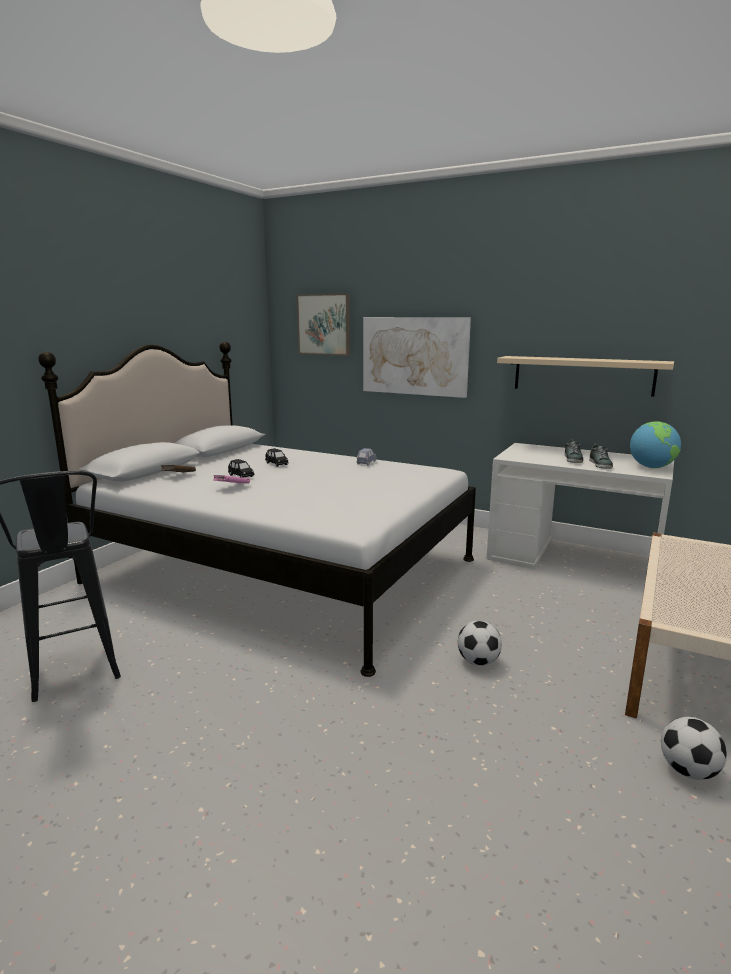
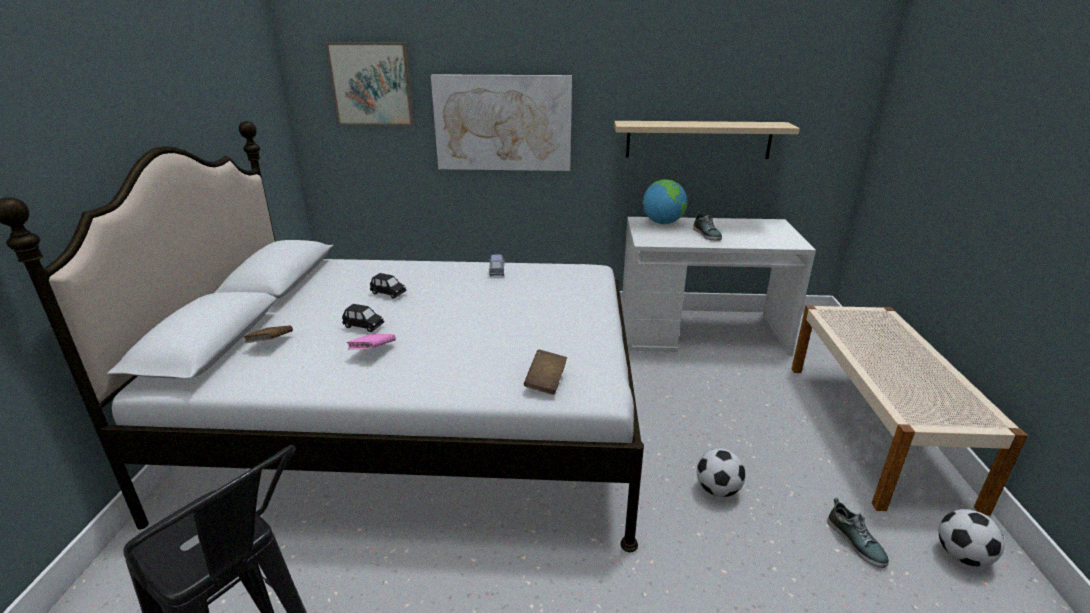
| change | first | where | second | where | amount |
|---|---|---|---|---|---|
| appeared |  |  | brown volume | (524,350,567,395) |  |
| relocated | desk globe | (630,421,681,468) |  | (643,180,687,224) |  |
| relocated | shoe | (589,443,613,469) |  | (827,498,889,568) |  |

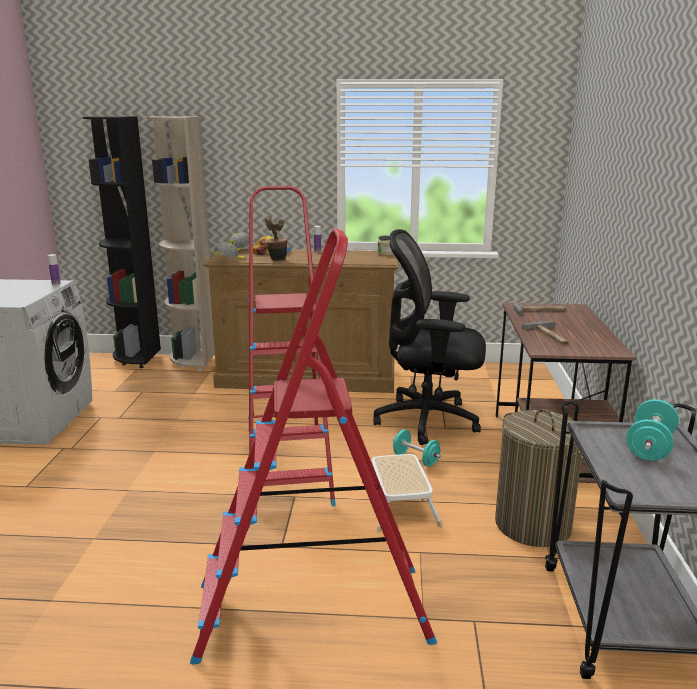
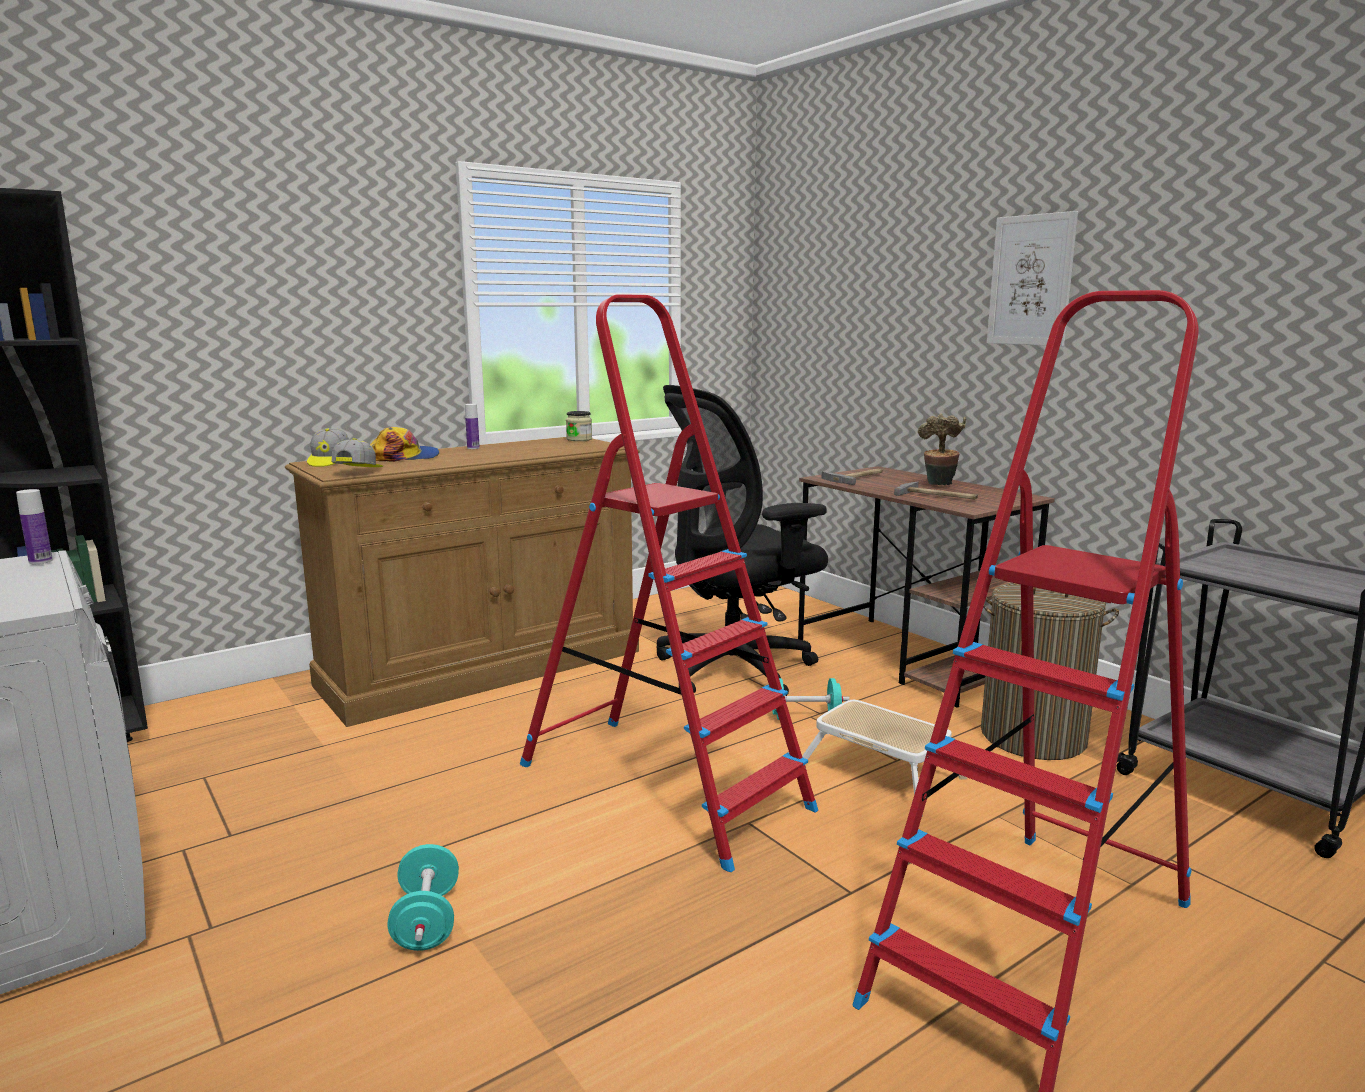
| change | first | where | second | where | amount |
|---|---|---|---|---|---|
| relocated | turquoise hand weight | (626,399,679,461) |  | (388,844,459,951) |  |
| relocated | plant in a pot | (265,215,287,261) |  | (918,413,966,485) |  |
| appeared |  |  | wall picture | (987,211,1078,346) |  |
| missing | beige shelving unit | (147,116,215,371) |  |  |  |

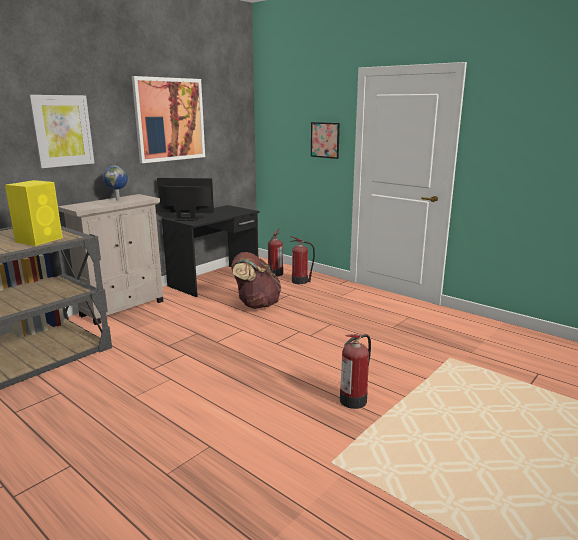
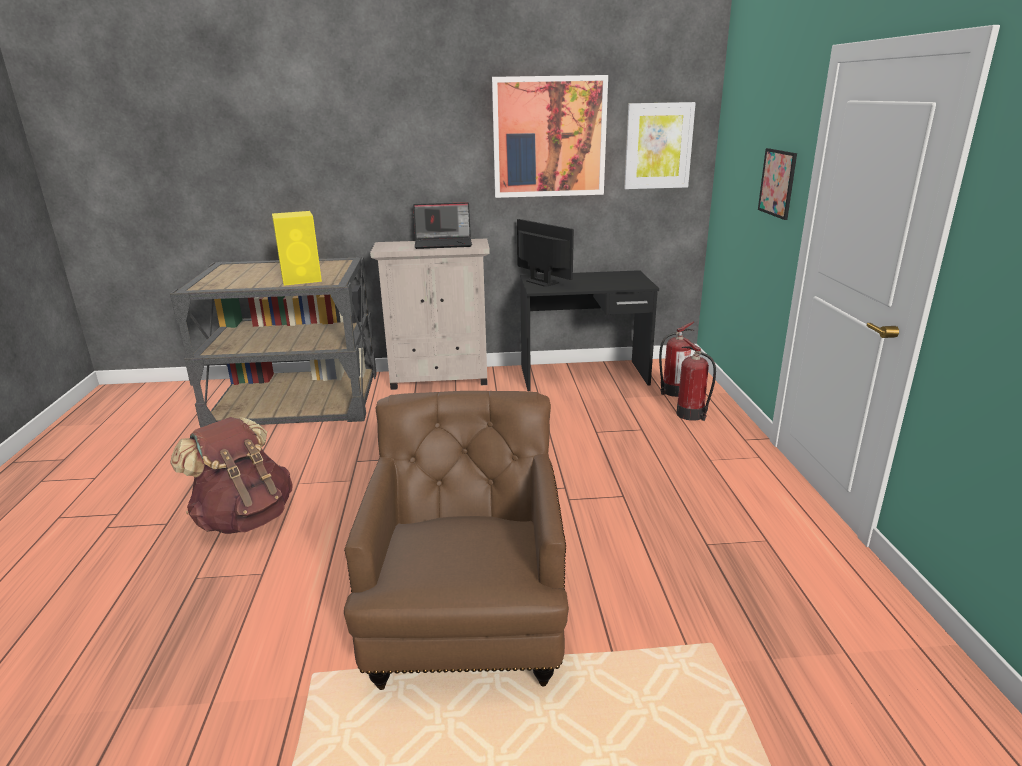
| change | first | where | second | where | amount |
|---|---|---|---|---|---|
| relocated | brown rucksack | (231,252,281,309) |  | (170,417,292,534) |  |
| exchanged | extinguisher | (340,334,371,409) | brown easy chair | (344,391,569,690) |  |
| exchanged | desk globe | (103,166,128,201) | portable computer | (413,202,472,249) |  |
| relocated | wall picture | (29,95,94,168) |  | (624,102,696,189) |  |

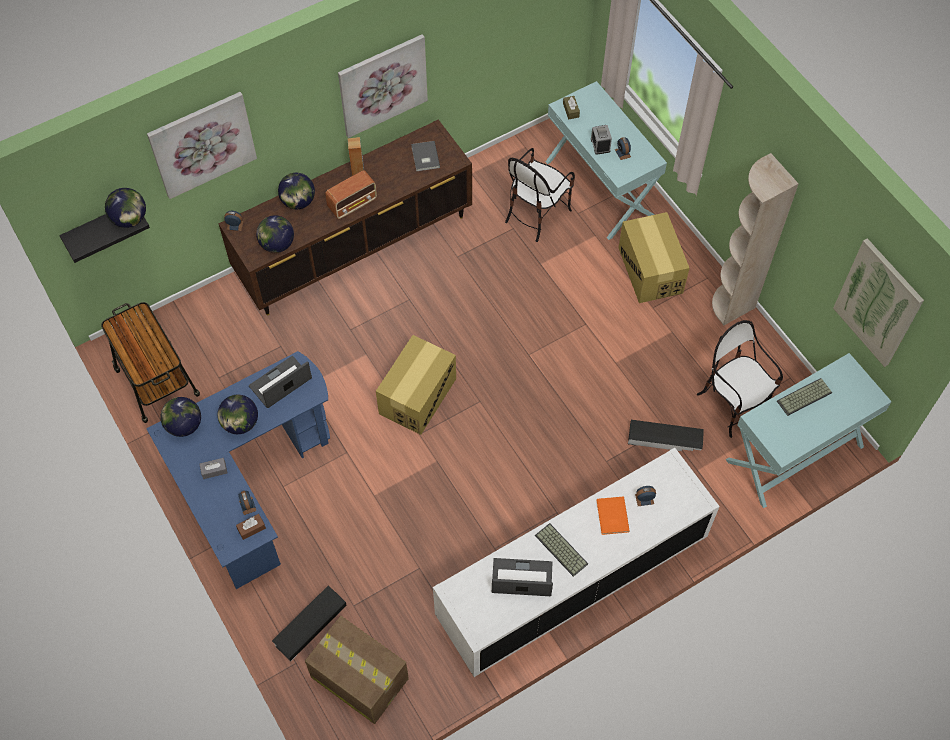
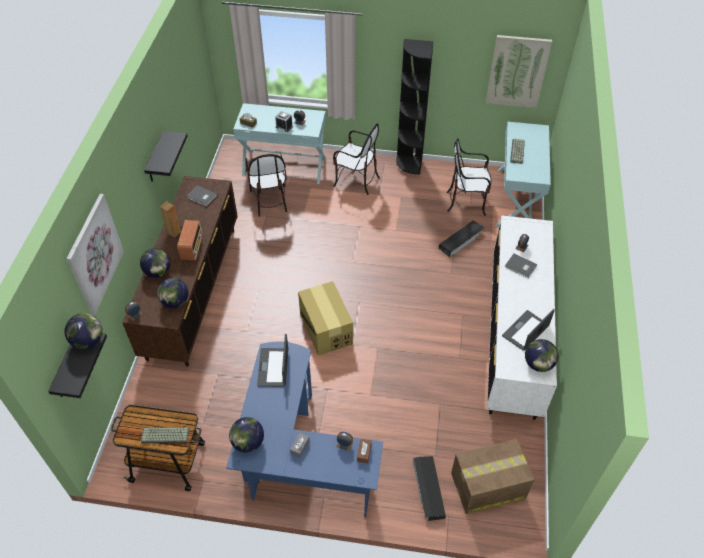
| change | first | where | second | where | amount |
|---|---|---|---|---|---|
| relocated | keyboard | (535,523,588,577) |  | (140,427,190,443) |  |
| exchanged | wall picture | (338,34,428,138) | black bracket shelf | (144,131,187,182) |  |
| exchanged | packing box | (618,212,690,303) | chair | (333,123,380,195) |  |
| colour | beige shelving unit | (712,153,799,325) | black shelving unit | (396,39,434,175) |  |
| colour | orange volume | (597,496,630,535) | gray volume | (505,254,537,278) |  |
| relocated | desk globe | (218,395,258,434) |  | (525,339,558,372) |  |

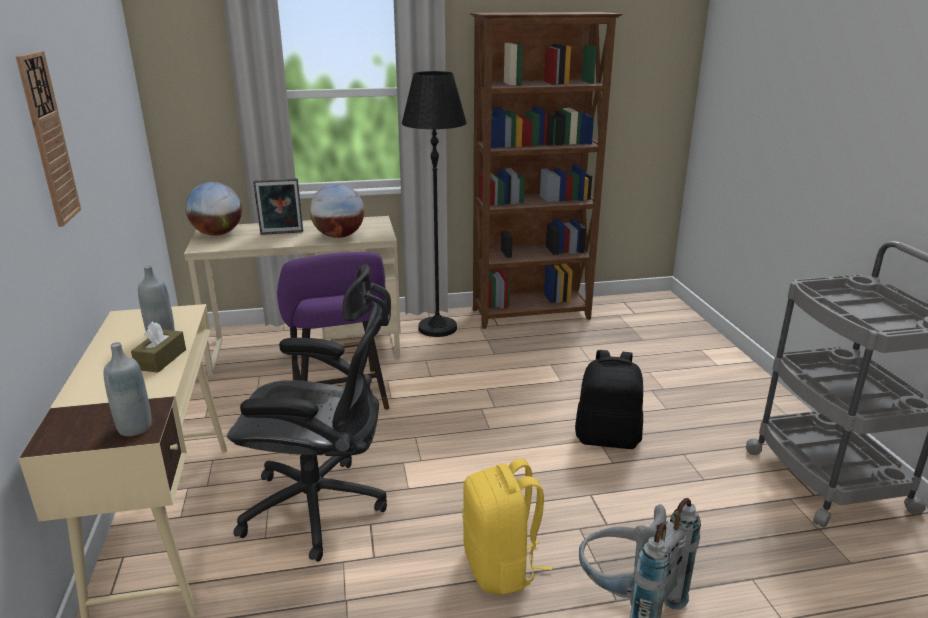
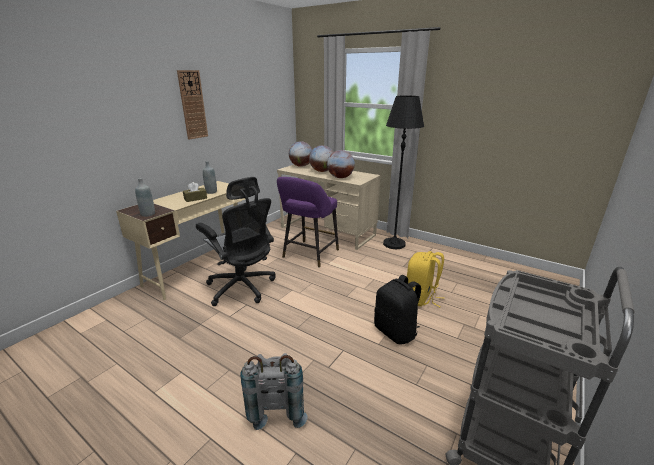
| change | first | where | second | where | amount |
|---|---|---|---|---|---|
| exchanged | standing frame | (253,178,303,235) | desk globe | (309,145,333,172) |  |
| relocated | yellow rucksack | (462,458,552,595) |  | (407,251,445,307) |  |
| missing | brown shelving unit | (470,12,623,329) |  |  |  |

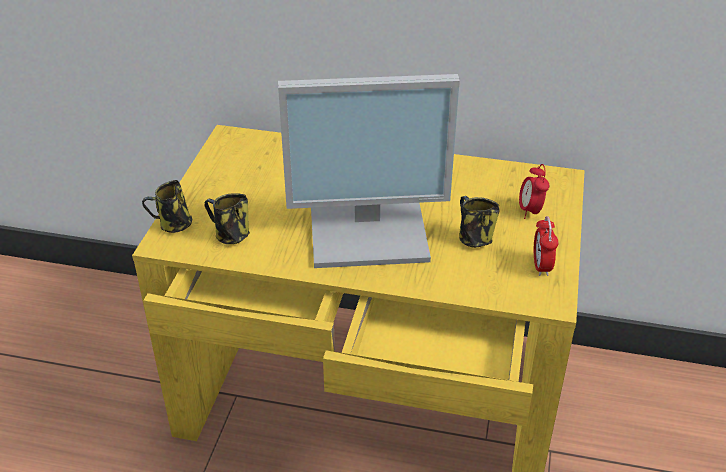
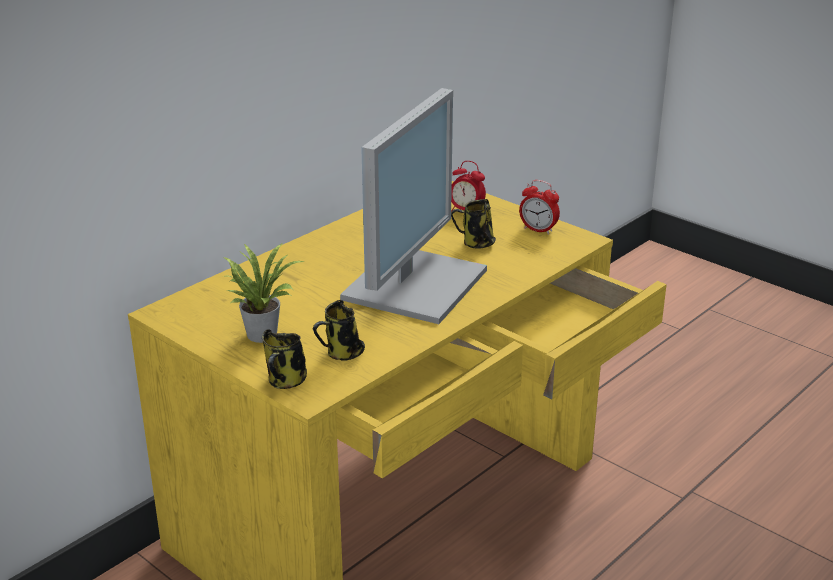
| change | first | where | second | where | amount |
|---|---|---|---|---|---|
| appeared |  |  | plant in a pot | (222,243,304,343) |  |

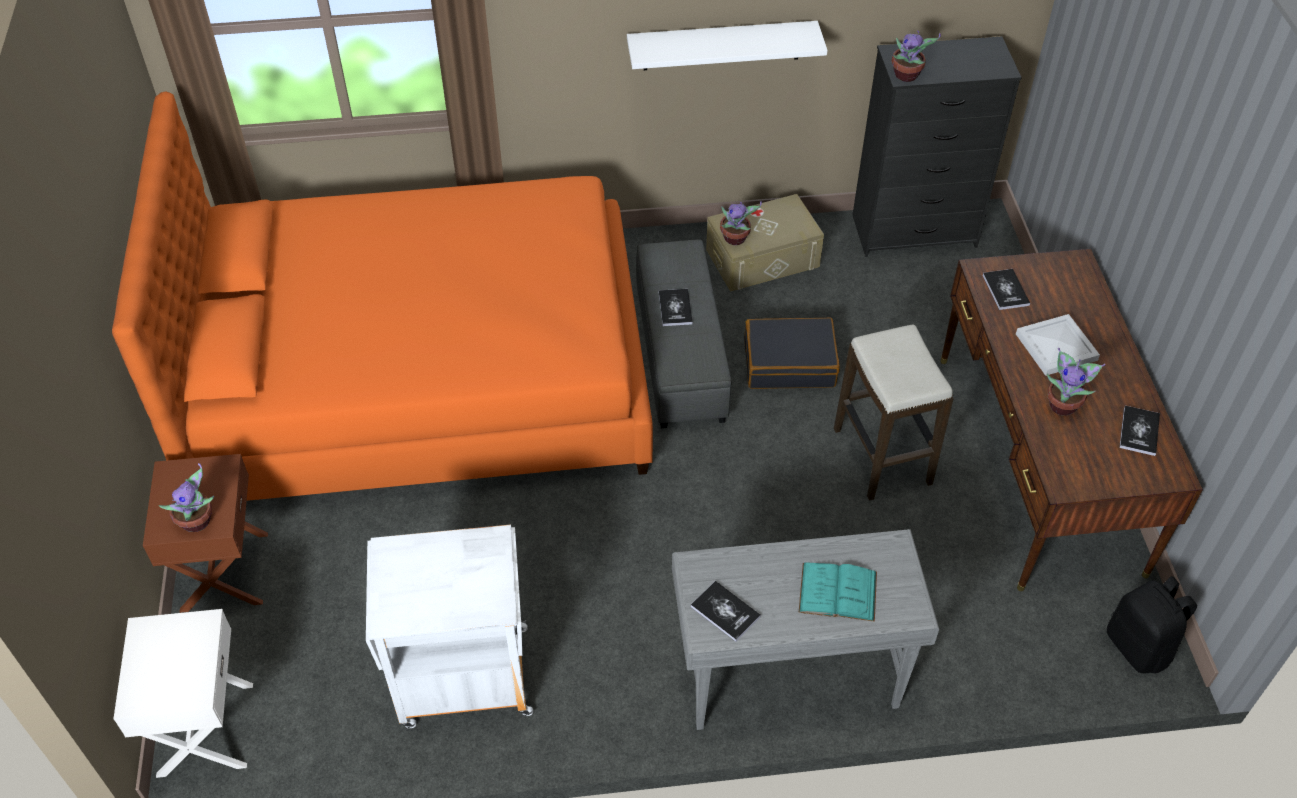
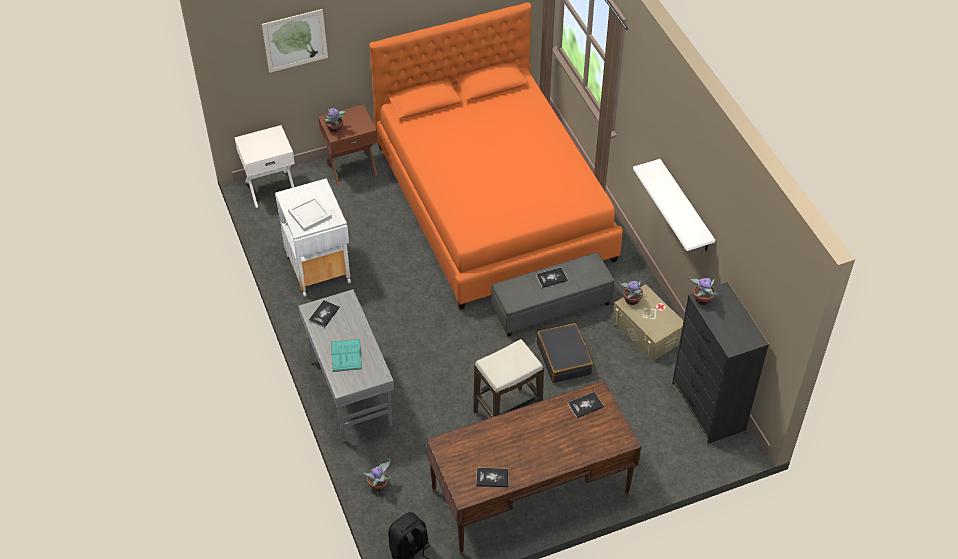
| change | first | where | second | where | amount |
|---|---|---|---|---|---|
| appeared |  |  | wall picture | (262,9,328,73) |  |
| relocated | white tray | (1016,314,1100,376) |  | (288,196,332,231) |  |
| relocated | plant in a pot | (1047,348,1106,416) |  | (363,459,391,491) |  |

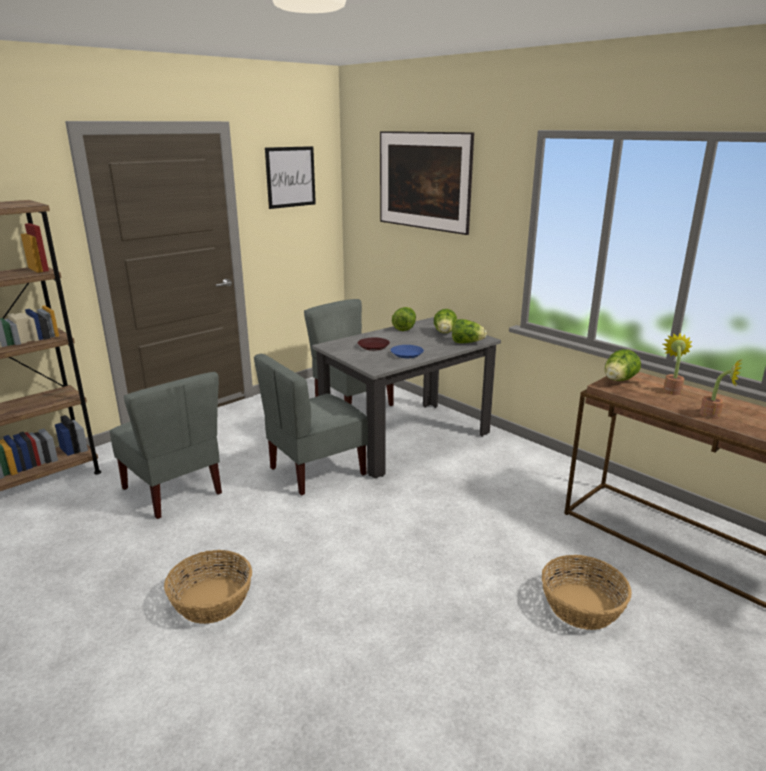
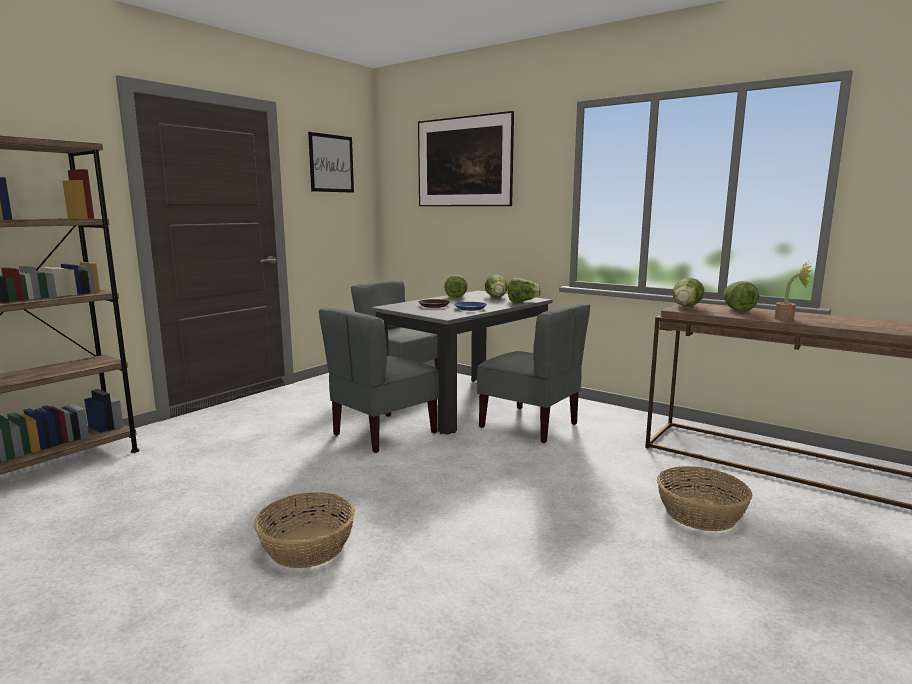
| change | first | where | second | where | amount |
|---|---|---|---|---|---|
| relocated | gray chair | (110,372,222,519) |  | (477,303,590,443) |  |
| exchanged | plant in a pot | (663,333,692,395) | lettuce head | (723,281,759,312) |  |

